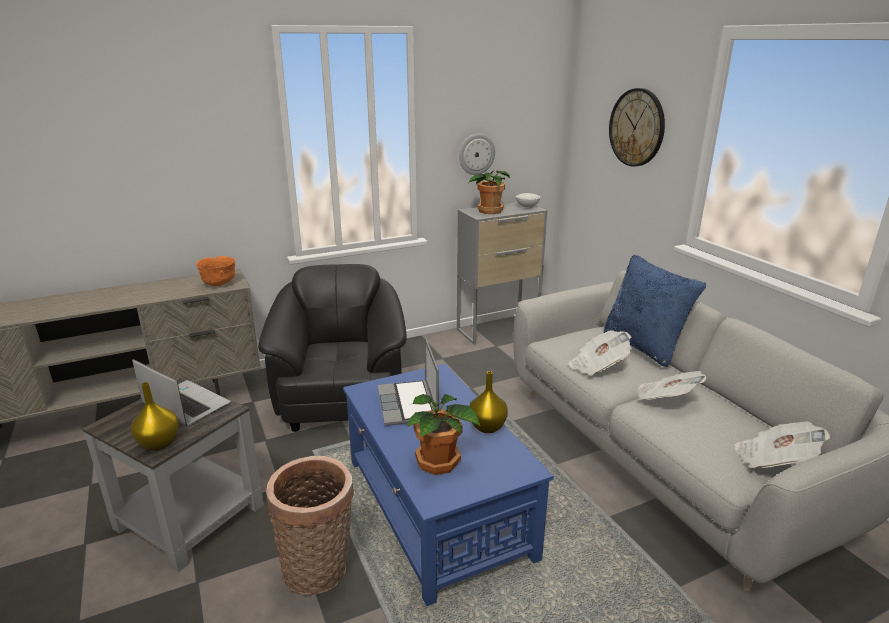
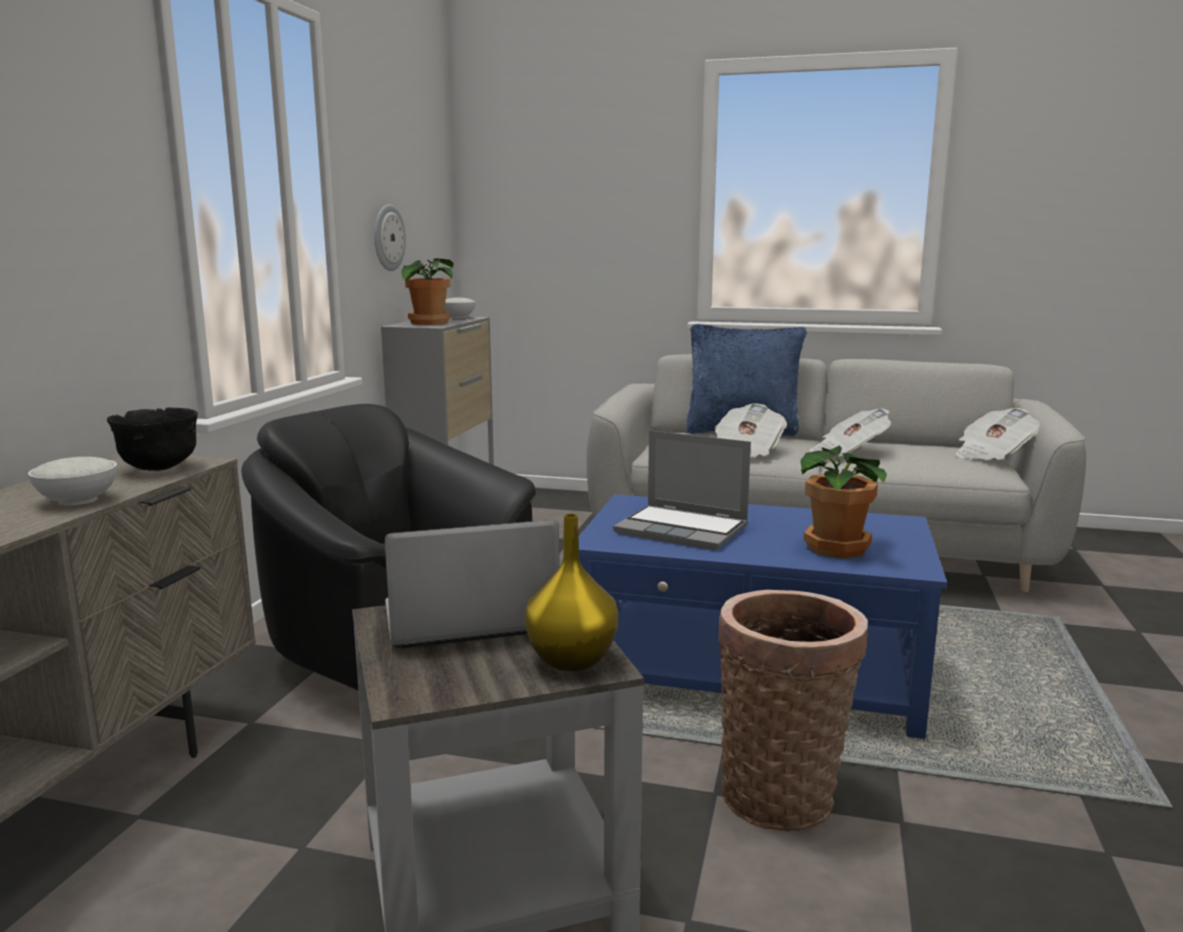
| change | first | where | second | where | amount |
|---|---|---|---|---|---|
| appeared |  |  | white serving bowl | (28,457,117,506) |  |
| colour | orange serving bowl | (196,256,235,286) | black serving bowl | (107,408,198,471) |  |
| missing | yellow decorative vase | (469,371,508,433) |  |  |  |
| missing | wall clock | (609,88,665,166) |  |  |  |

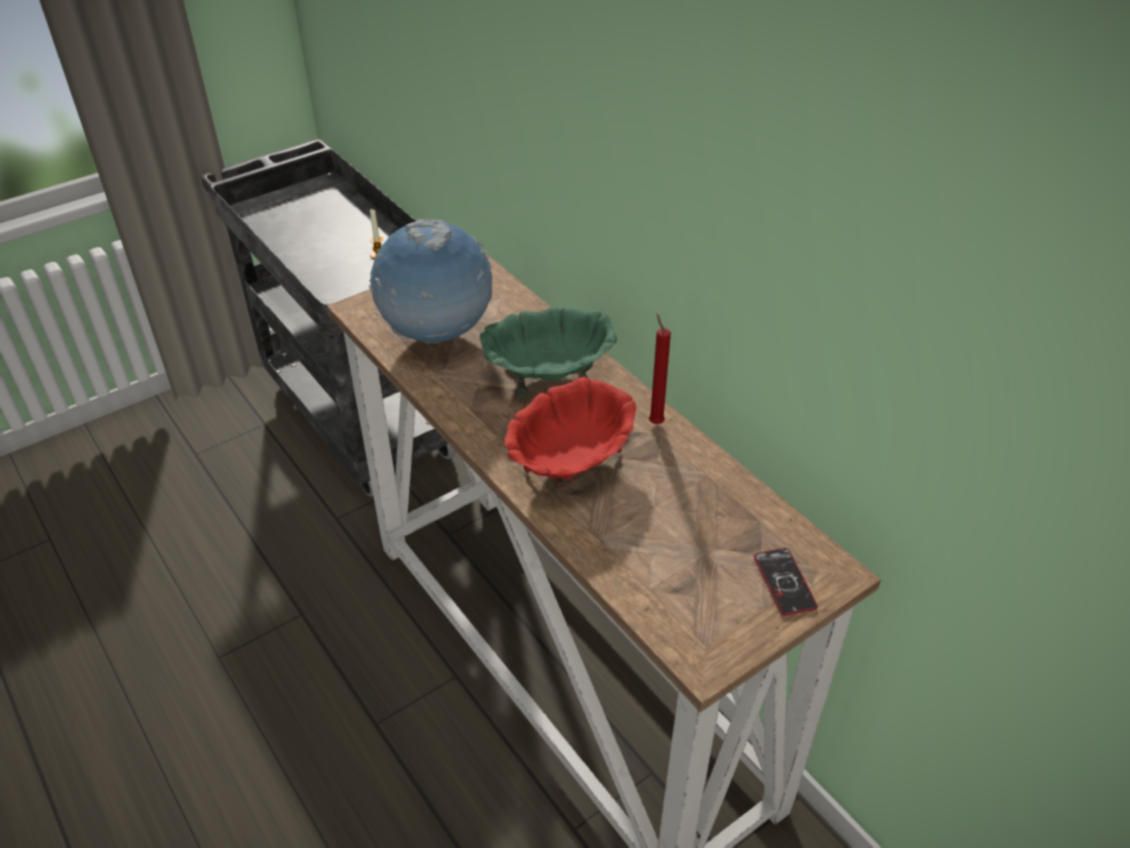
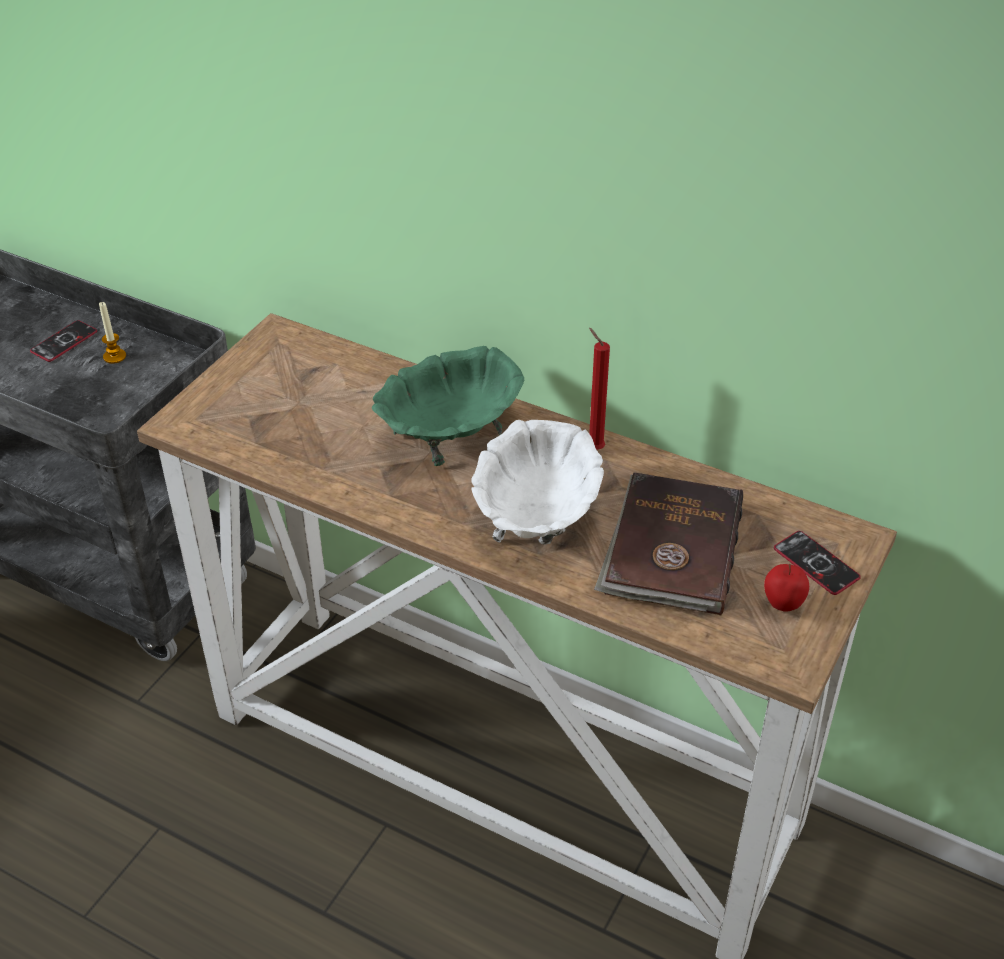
| change | first | where | second | where | amount |
|---|---|---|---|---|---|
| appeared |  |  | phone | (30,320,97,362) |  |
| colour | red-coloured serving bowl | (504,377,636,487) | white serving bowl | (471,420,604,545) |  |
| appeared |  |  | brown volume | (594,472,743,615) |  |
| appeared |  |  | apple | (764,564,809,612) |  |
| missing | desk globe | (369,219,492,343) |  |  |  |

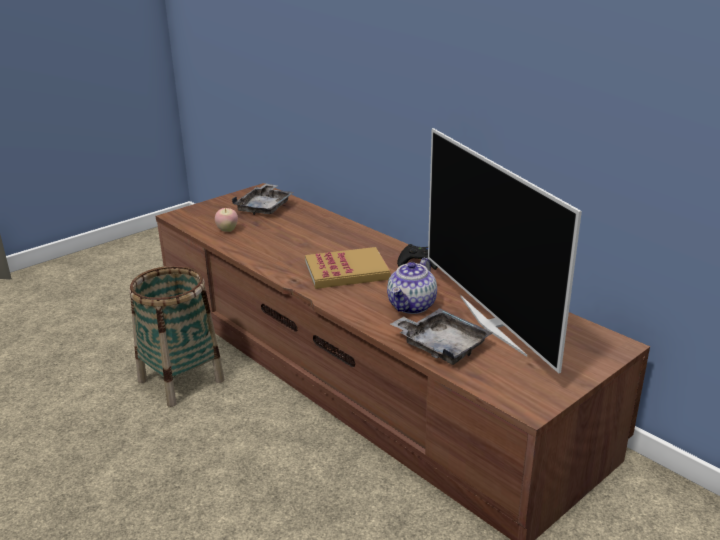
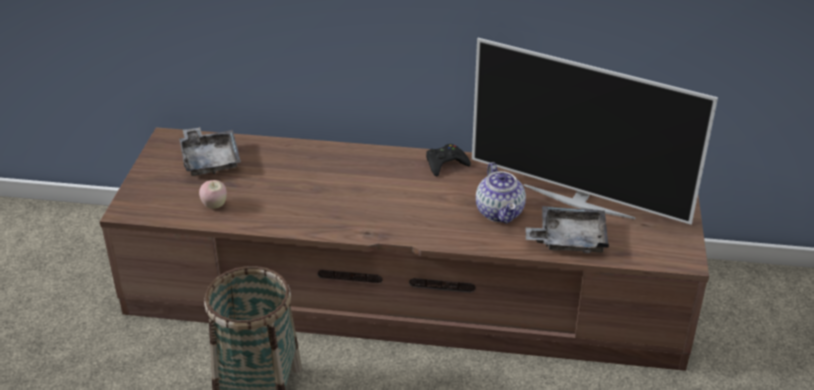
| change | first | where | second | where | amount |
|---|---|---|---|---|---|
| missing | volume | (305,247,391,289) |  |  |  |

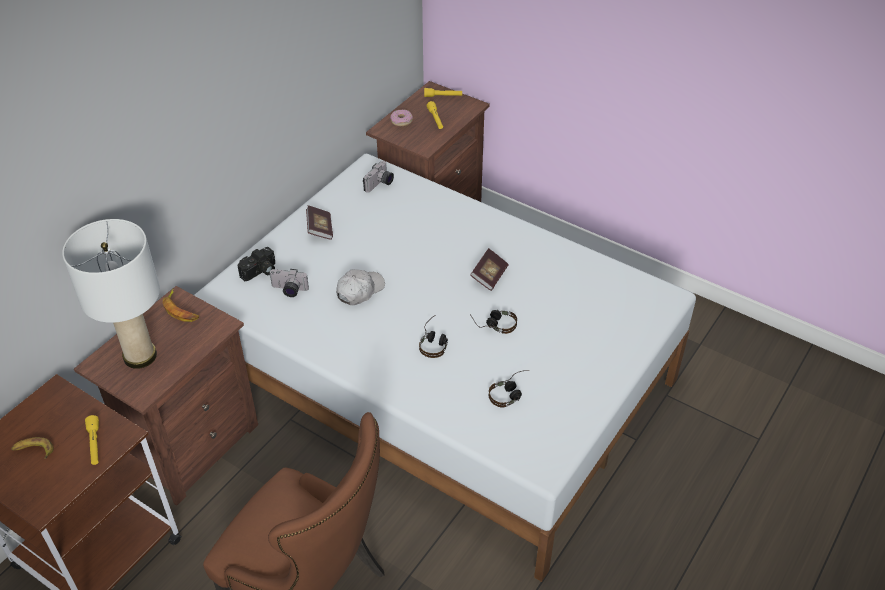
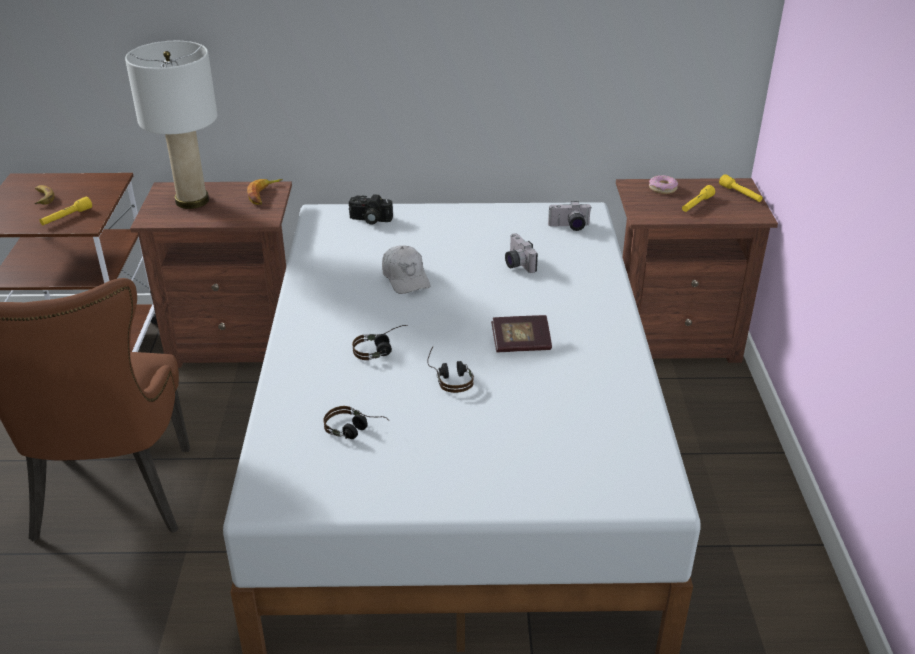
| change | first | where | second | where | amount |
|---|---|---|---|---|---|
| spun | white peaked cap | (336,269,385,305) |  | (382,245,430,294) | 60 degrees clockwise |
| relocated | still camera | (270,269,309,297) |  | (505,233,538,273) |  |
| missing | volume | (306,205,333,240) |  |  |  |

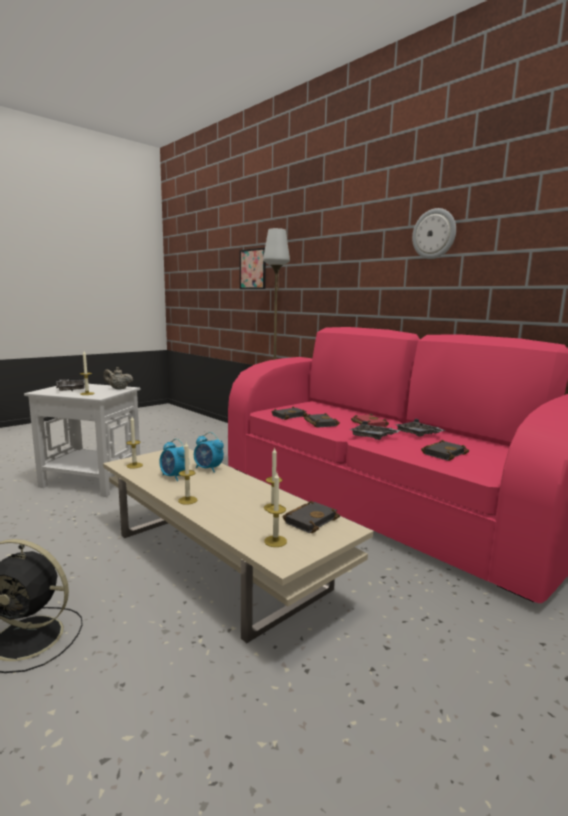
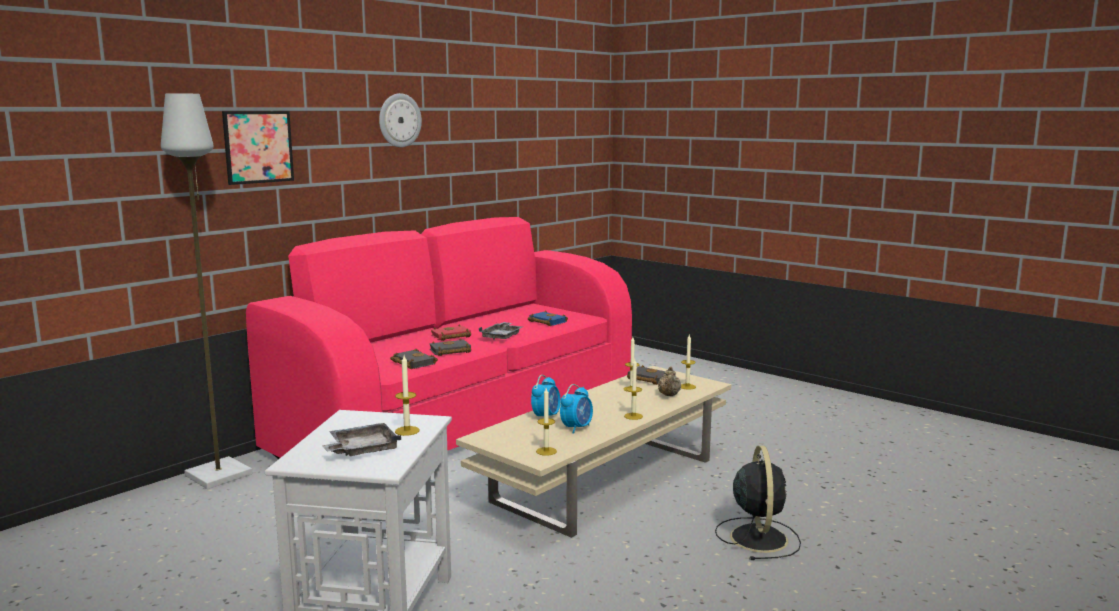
| change | first | where | second | where | amount |
|---|---|---|---|---|---|
| relocated | wall picture | (240,248,266,289) |  | (222,111,294,185) |  |
| colour | black volume | (421,440,469,461) | blue-coloured volume | (528,311,568,326) |  |
| relocated | beige pot for tea | (103,367,133,390) |  | (658,367,681,396) |  |
| missing | gray tray | (396,419,445,437) |  |  |  |

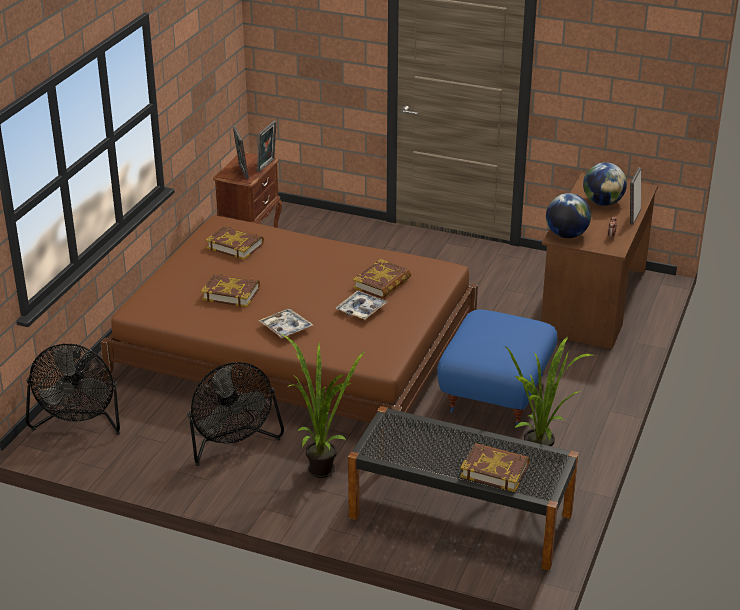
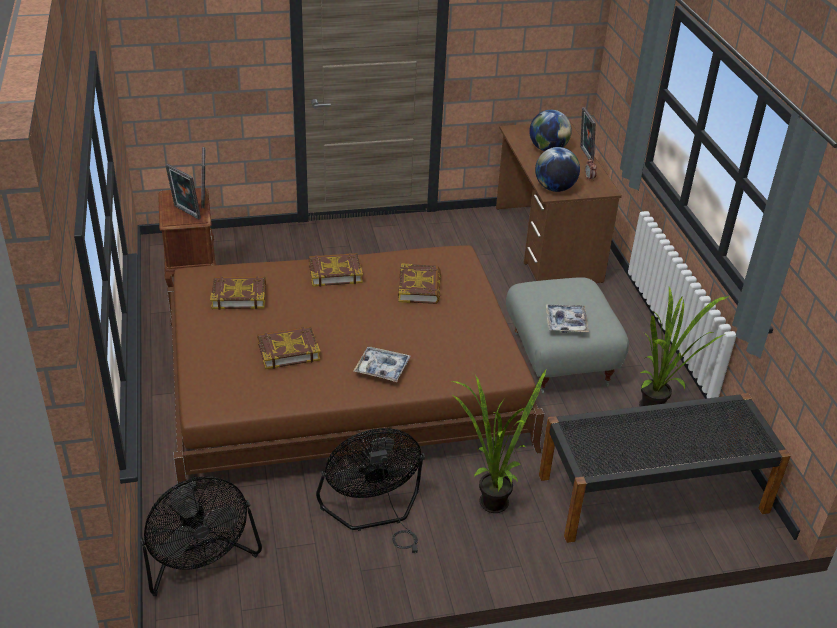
| change | first | where | second | where | amount |
|---|---|---|---|---|---|
| relocated | volume | (460,443,530,492) |  | (309,253,363,287) |  |
| spun | black fan | (187,362,284,466) |  | (316,428,425,553) | 135 degrees counterclockwise |
| colour | blue-coloured ottoman | (437,309,557,428) | gray ottoman | (506,277,629,394) |  |
| relocated | tray | (335,291,388,319) |  | (546,304,589,333) |  |

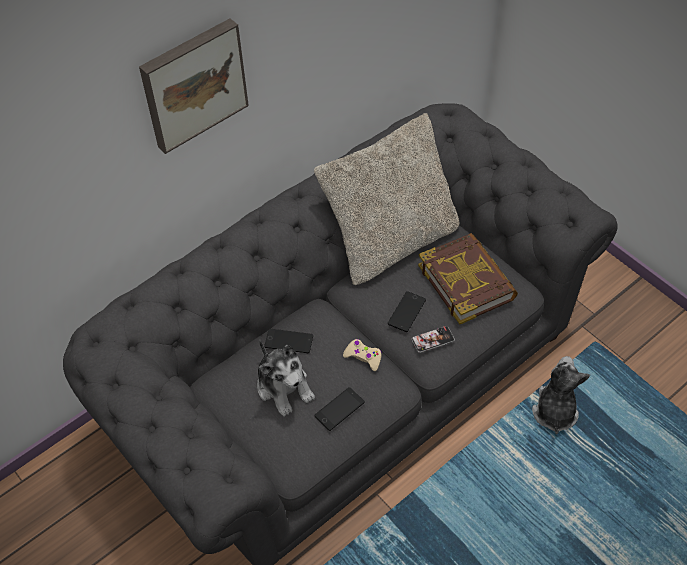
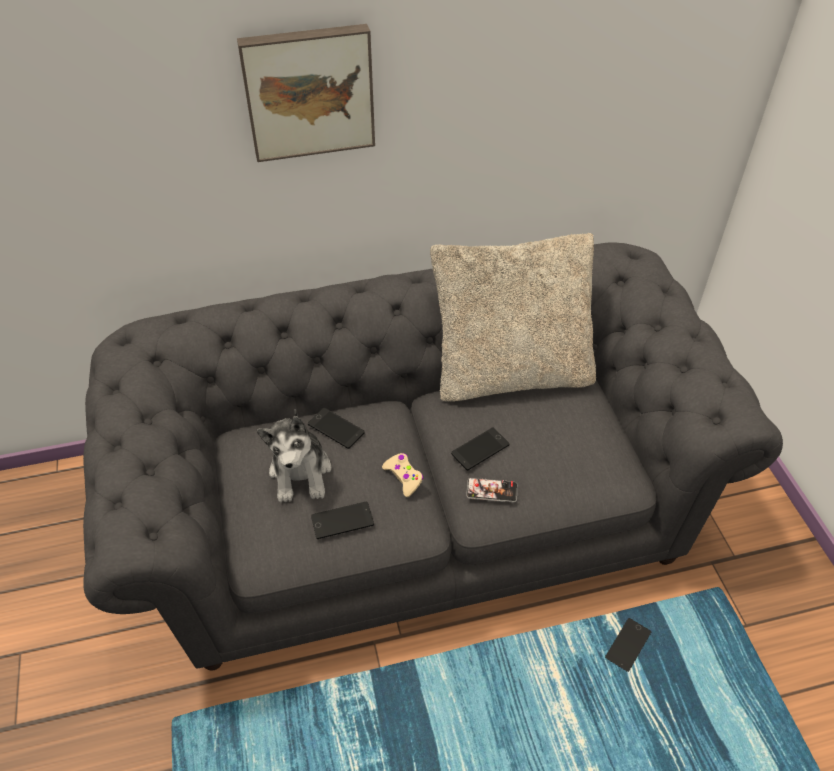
| change | first | where | second | where | amount |
|---|---|---|---|---|---|
| exchanged | cuddly toy | (532,356,590,434) | phone | (605,618,651,672) |  |
| missing | volume | (418,233,518,325) |  |  |  |

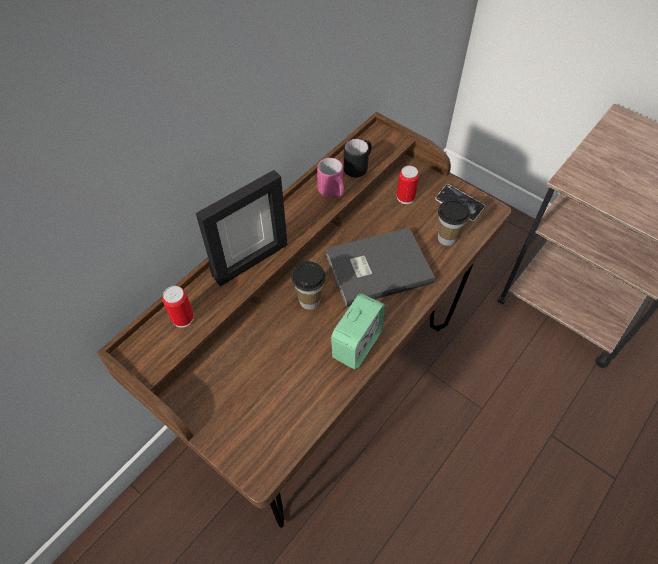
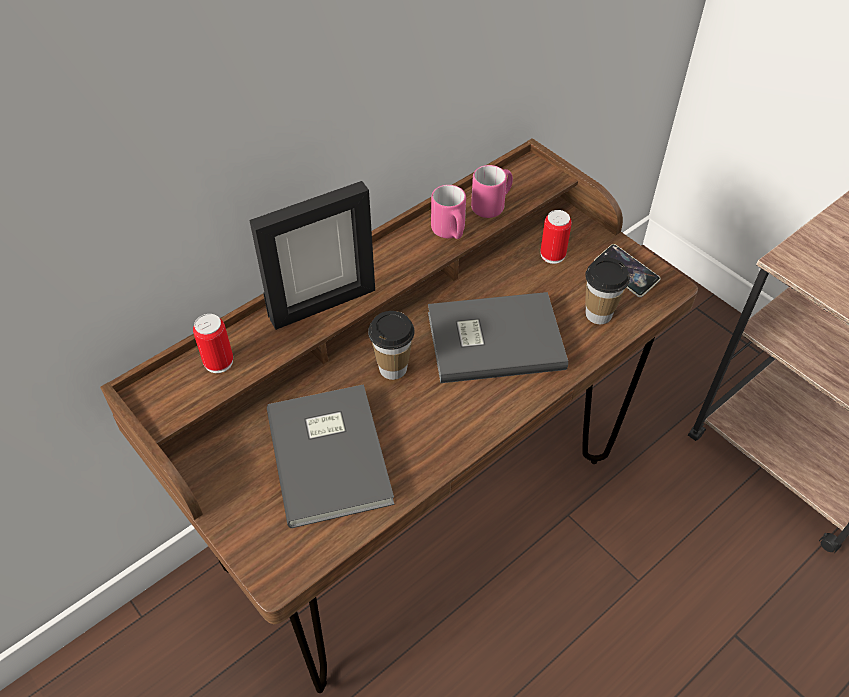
| change | first | where | second | where | amount |
|---|---|---|---|---|---|
| appeared |  |  | gray volume | (267,384,394,528) |  |
| colour | black tea mug | (343,139,371,178) | pink-coloured tea mug | (471,165,513,218) |  |
| missing | table clock | (331,293,385,370) |  |  |  |

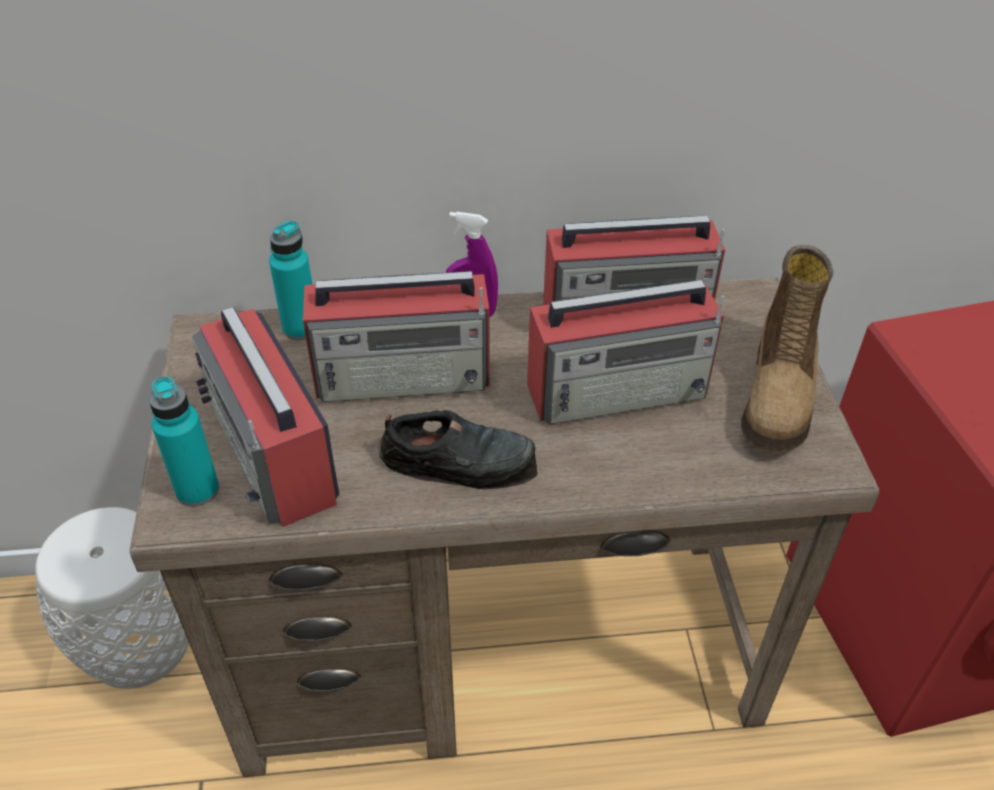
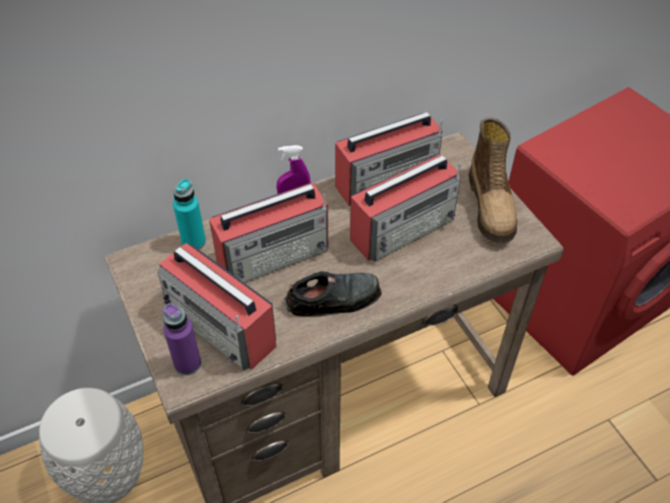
| change | first | where | second | where | amount |
|---|---|---|---|---|---|
| colour | turquoise beverage bottle | (149,376,219,507) | purple beverage bottle | (163,303,201,375) |  |

